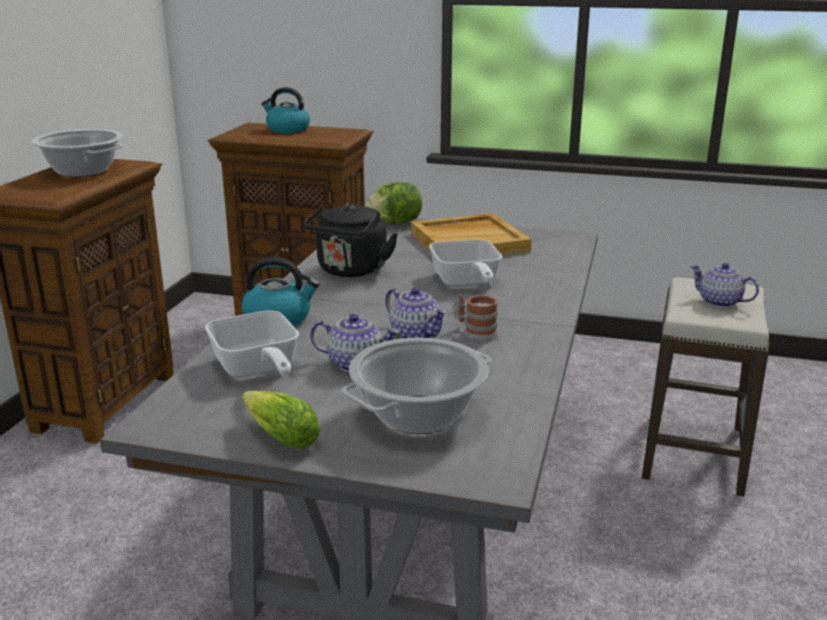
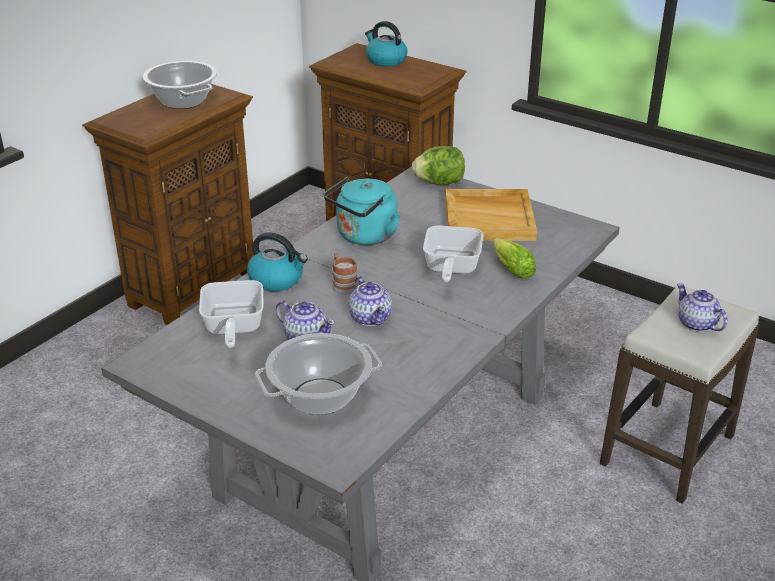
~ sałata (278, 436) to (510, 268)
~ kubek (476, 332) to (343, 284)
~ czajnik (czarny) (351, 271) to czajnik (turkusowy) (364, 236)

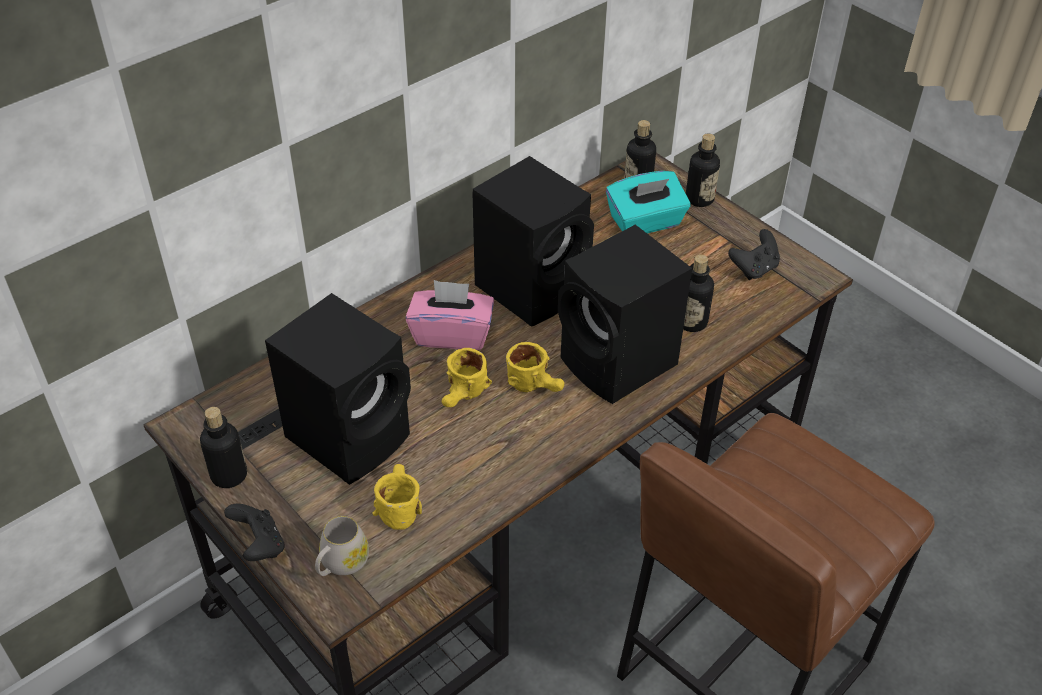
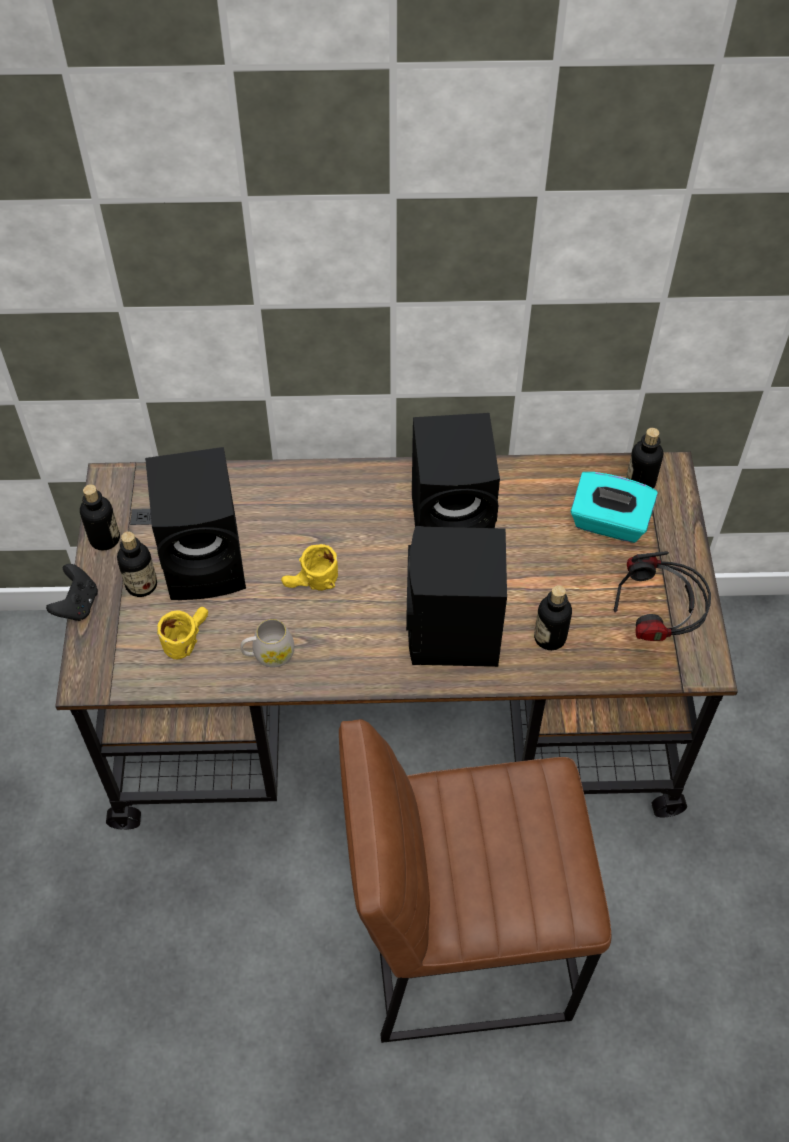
- pudełko chusteczek (różowy) (452, 334)
- kubek (żółty) (537, 385)
~ kubek (biały) (341, 564) to (268, 655)
~ butelka (699, 199) to (141, 585)
~ pad do gier (czarny) (754, 269) to słuchawki (657, 625)

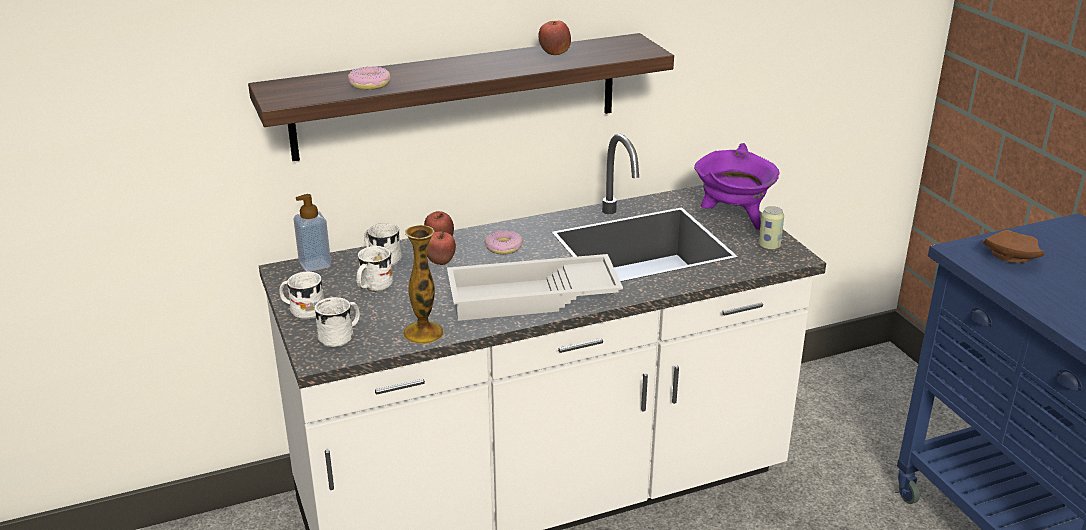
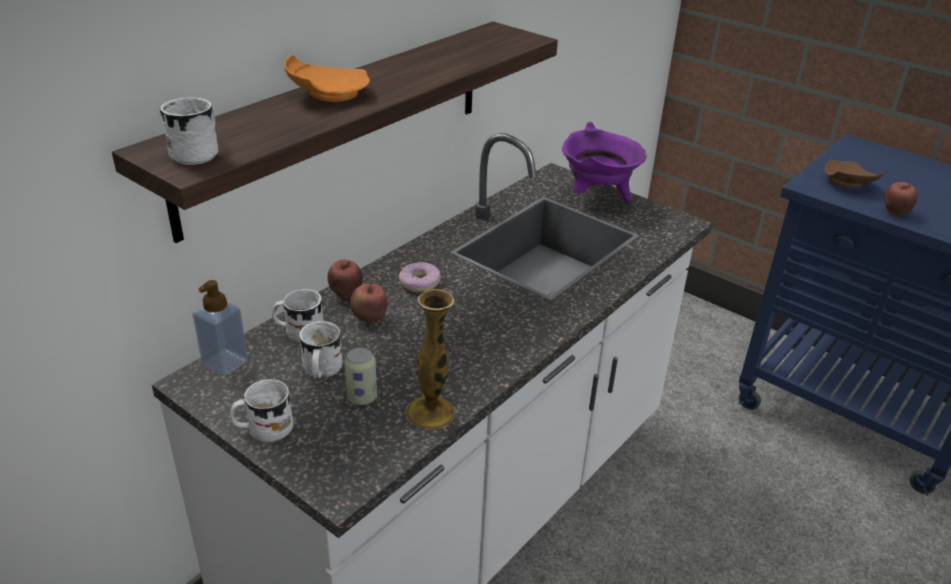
- donut (369, 84)
- taca (biały) (532, 298)
+ talerz (pomarańczowy) (327, 94)
~ kubek (biały) (341, 336) to (200, 152)
~ jabłko (554, 54) to (895, 212)
~ puszka (769, 246) to (362, 398)

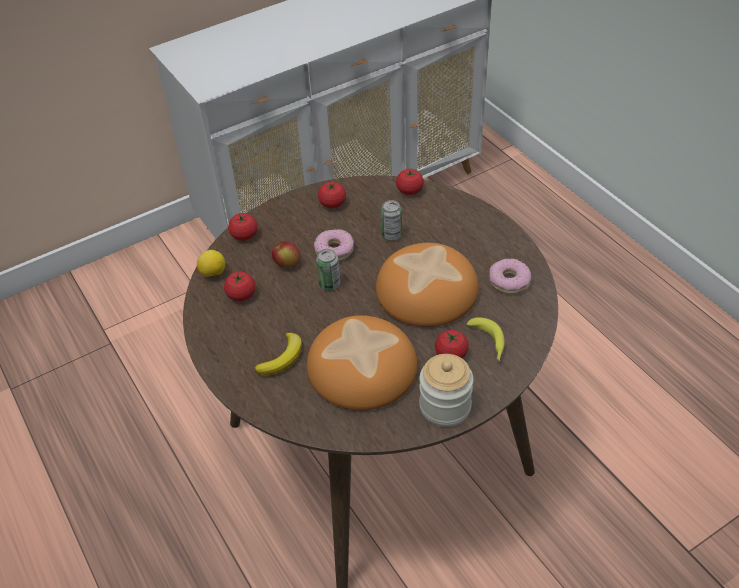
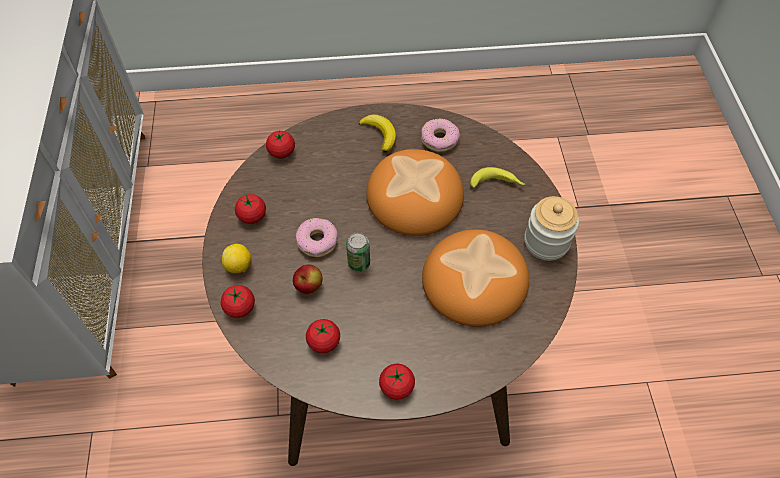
- puszka (391, 235)
~ cytryna (213, 273) to (239, 266)
~ banan (282, 358) to (380, 134)
~ pomidor (451, 354) to (396, 386)

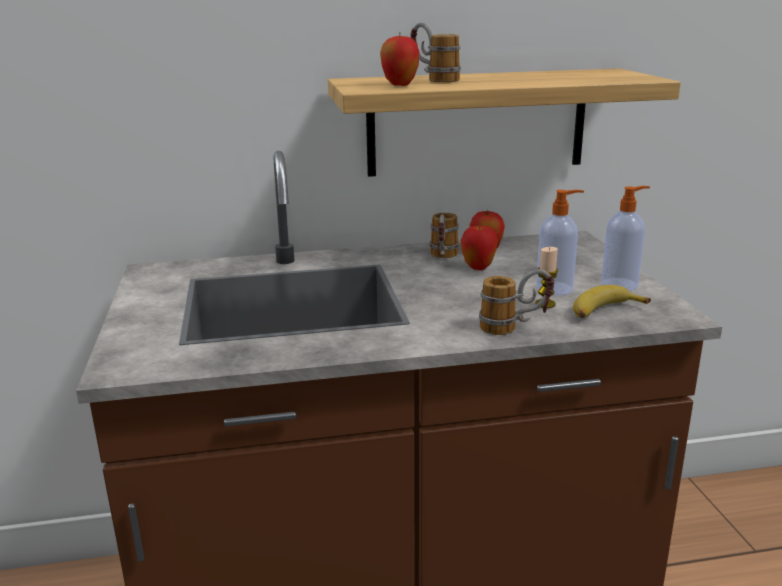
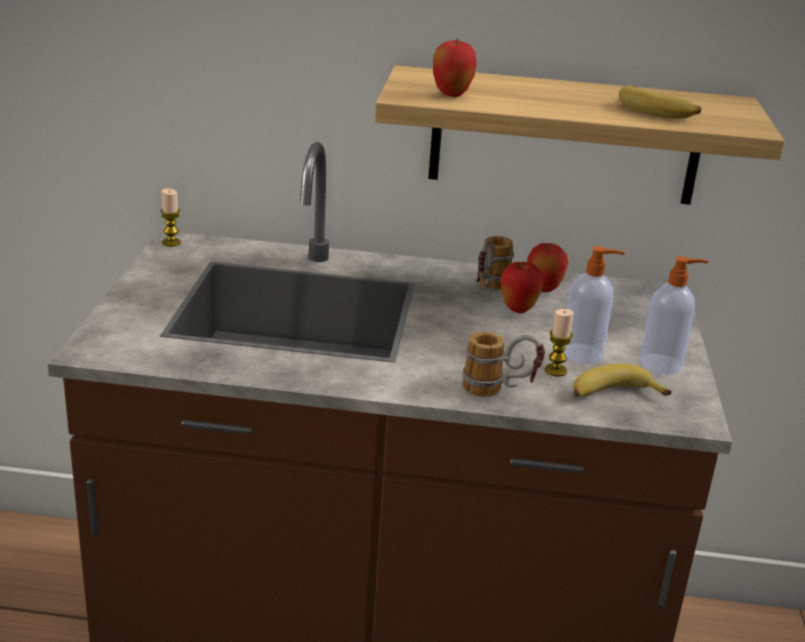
- kubek (433, 79)
+ świeca (171, 243)
+ banan (657, 111)

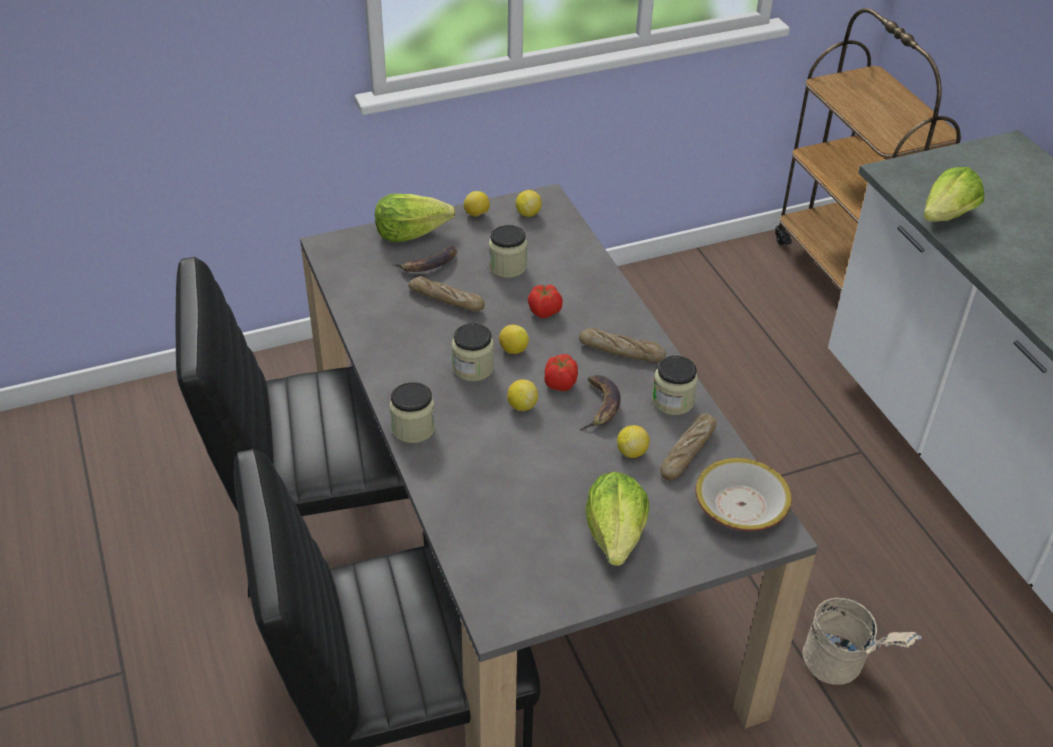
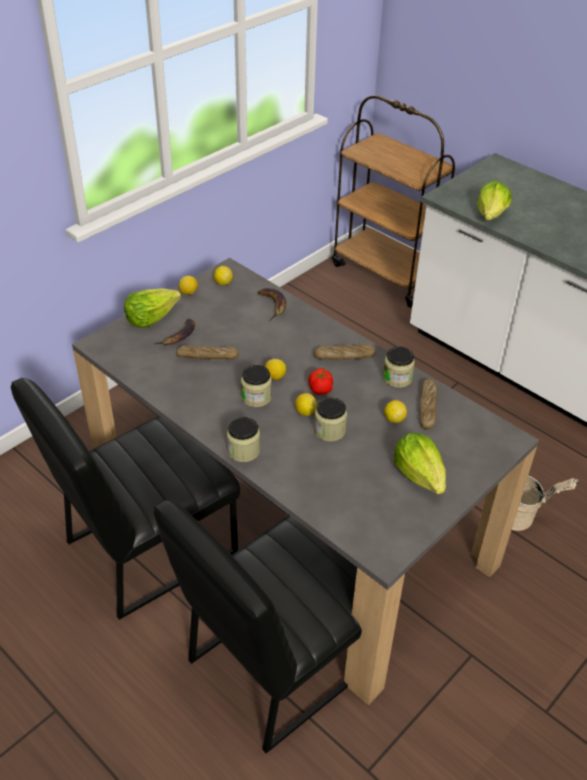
- pomidor (545, 312)
- miska (741, 505)
~ słoik (507, 267) to (329, 431)
~ banan (600, 406) to (272, 305)

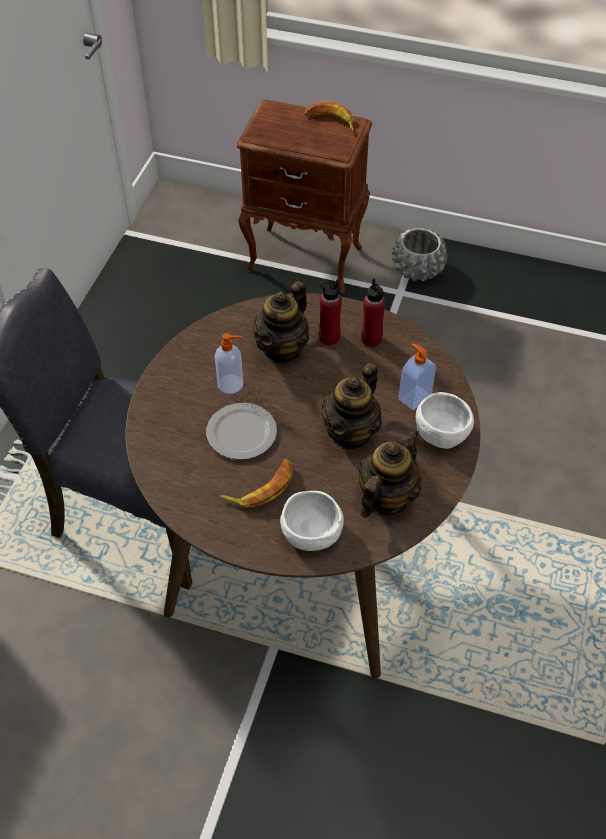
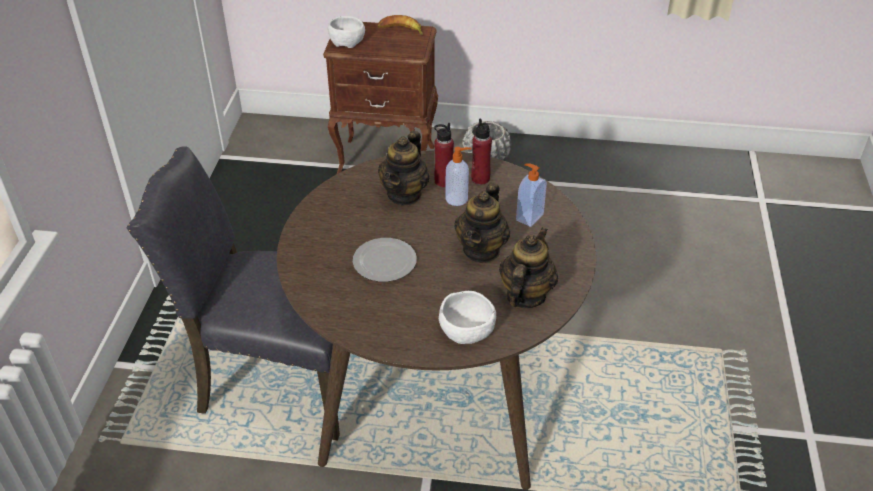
- banan (262, 487)
~ dozownik mydła (231, 384) to (457, 199)
~ miska (biały) (441, 430) to (347, 41)

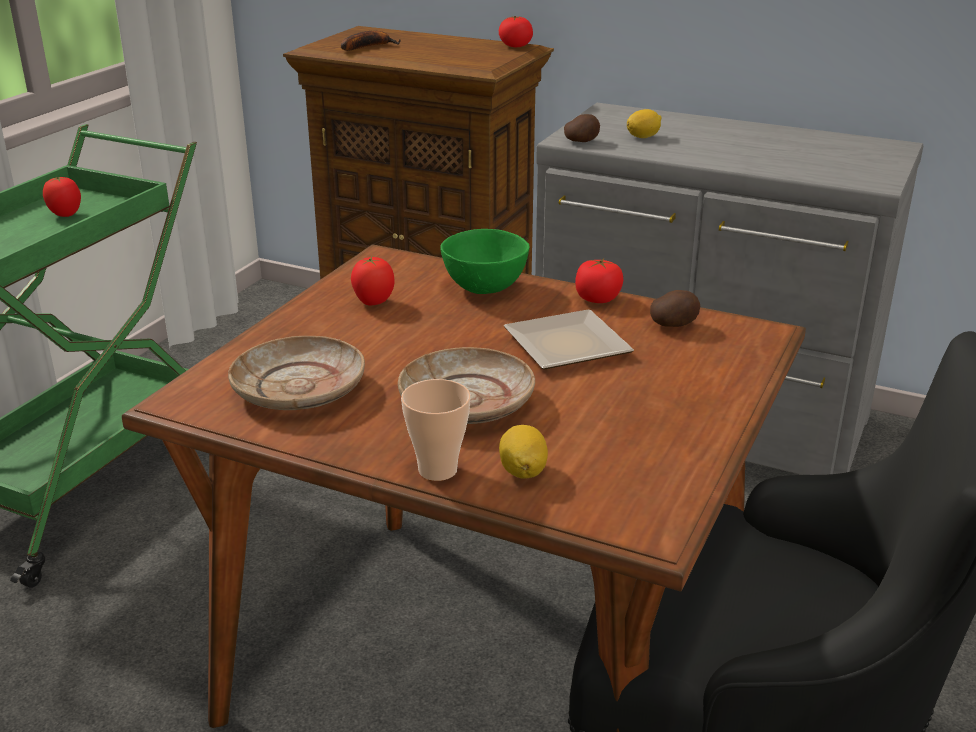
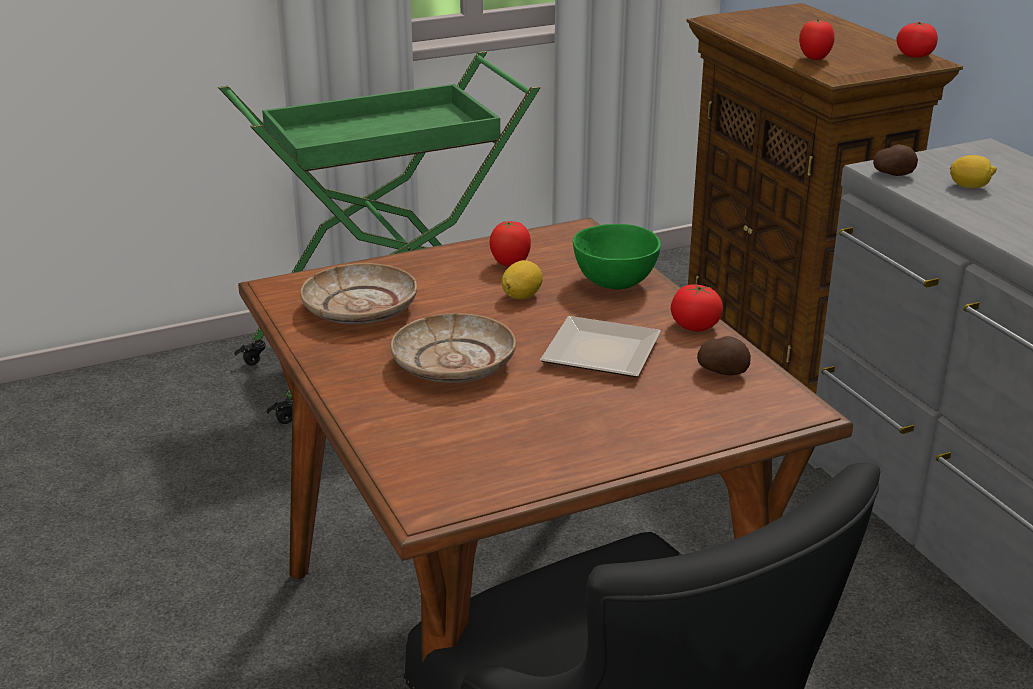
- banan (368, 47)
- filiżanka (437, 470)
~ pomidor (66, 215) to (814, 59)
~ cytryna (523, 471) to (522, 296)

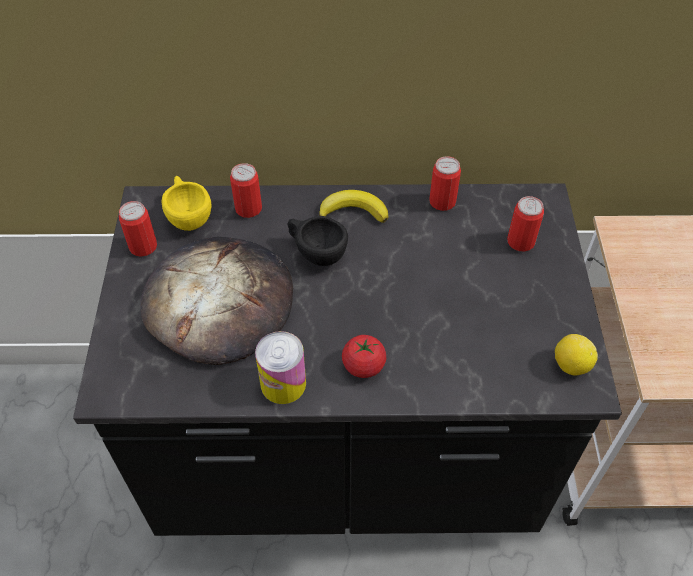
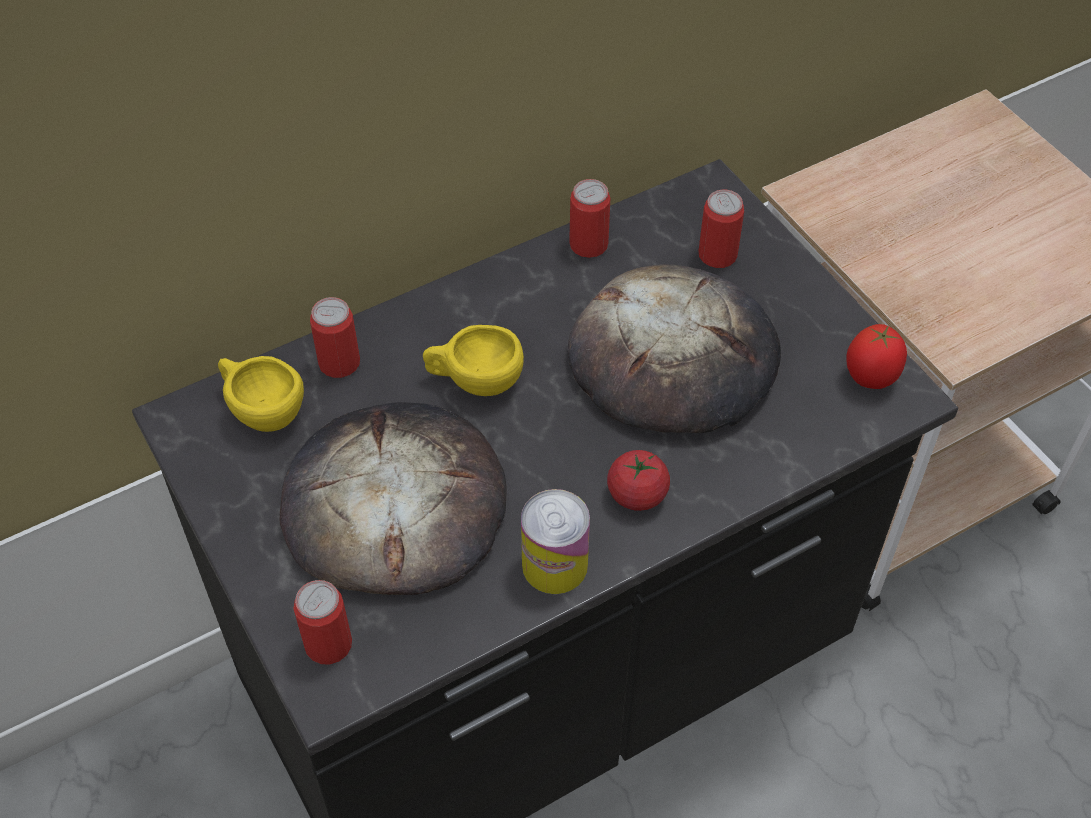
- banan (353, 211)
+ chleb (674, 359)
~ puszka (143, 246) to (328, 644)
~ cytryna (570, 365) to pomidor (870, 378)
~ filiżanka (czarny) (316, 252) to filiżanka (żółty) (474, 381)

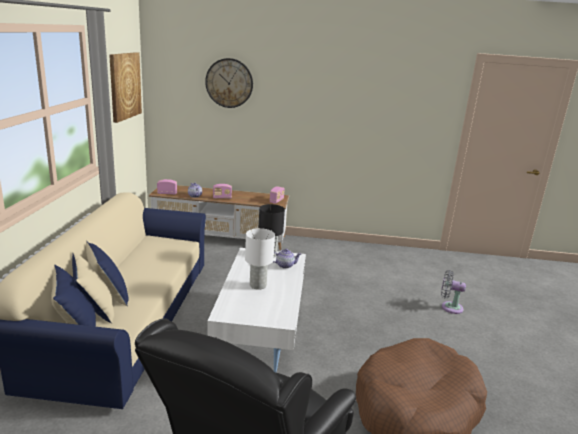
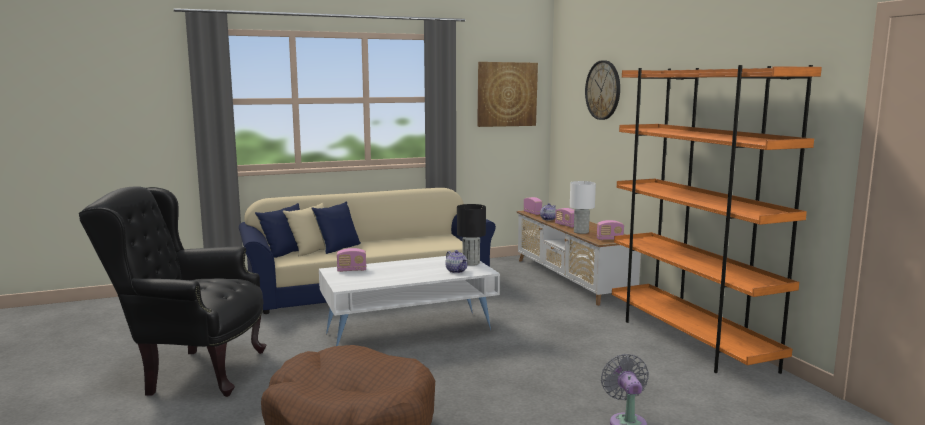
+ radio (351, 270)
+ regał (pomarańczowy) (689, 341)
~ lampa stołowa (biały) (258, 285) to (581, 232)

